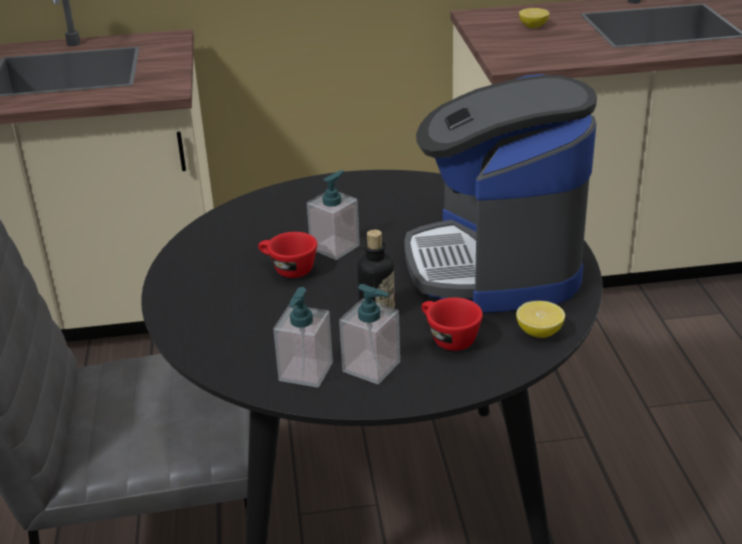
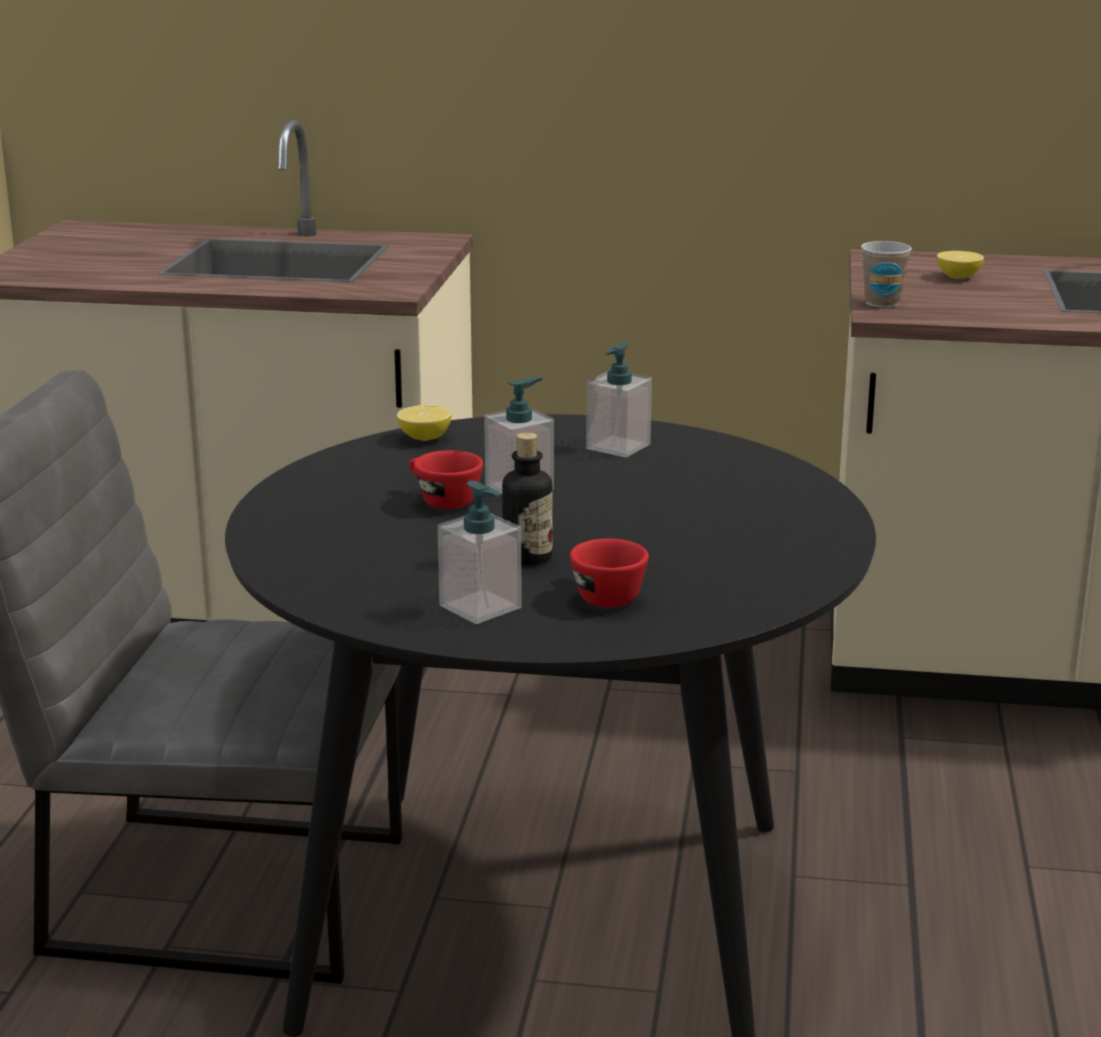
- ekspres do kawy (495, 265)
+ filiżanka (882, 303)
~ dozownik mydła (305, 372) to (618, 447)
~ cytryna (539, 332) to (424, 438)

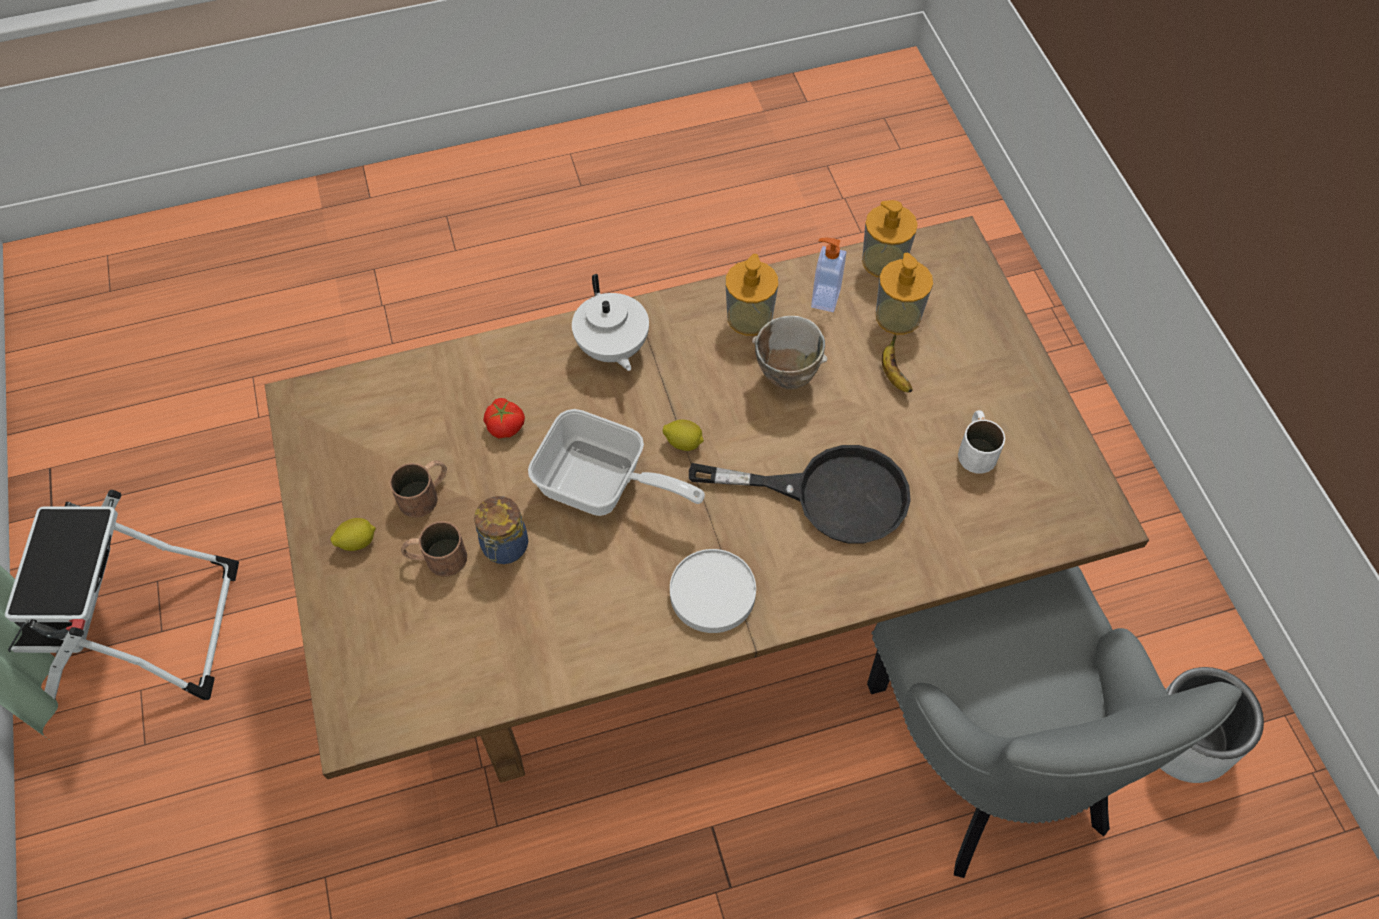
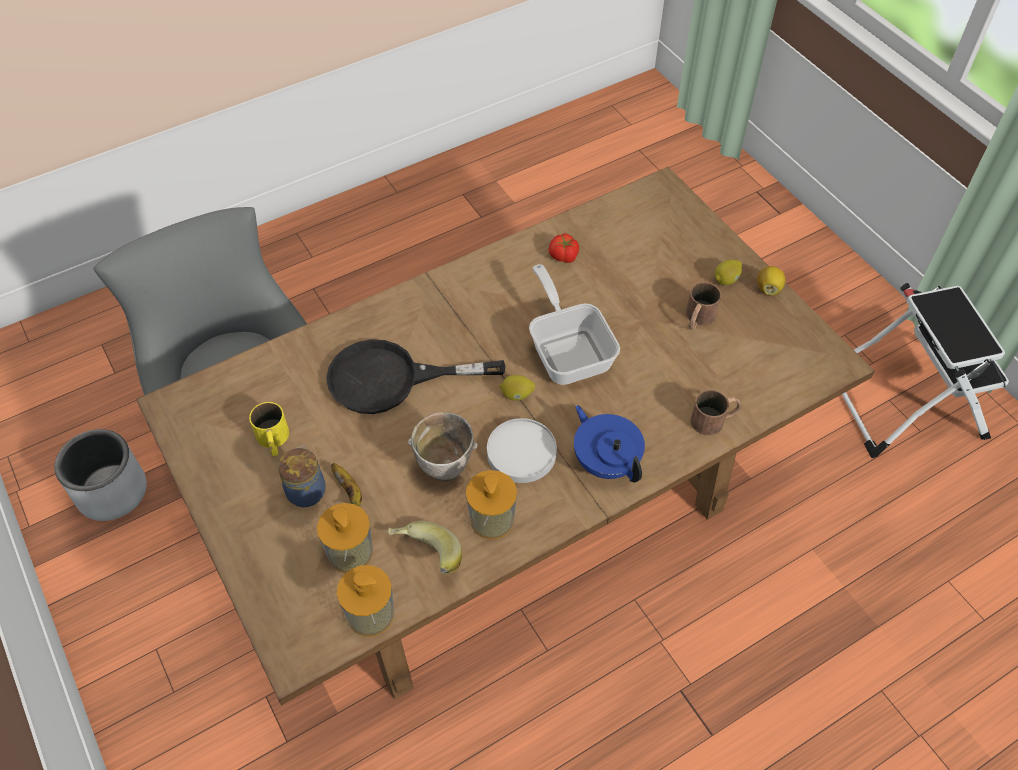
+ cytryna (768, 288)
~ kubek (brązowy) (436, 558) to (714, 419)
~ słoik (504, 547) to (306, 490)
~ pomidor (506, 425) to (563, 256)
~ talerz (biały) (712, 593) to (522, 452)
~ dozownik mydła (824, 297) to banan (425, 557)
~ imbryk (biały) (612, 348) to imbryk (niebieski) (606, 461)
~ kubek (biały) (976, 448) to kubek (żółty) (273, 441)
~ patelnia (602, 486) = (568, 350) 60 degrees clockwise

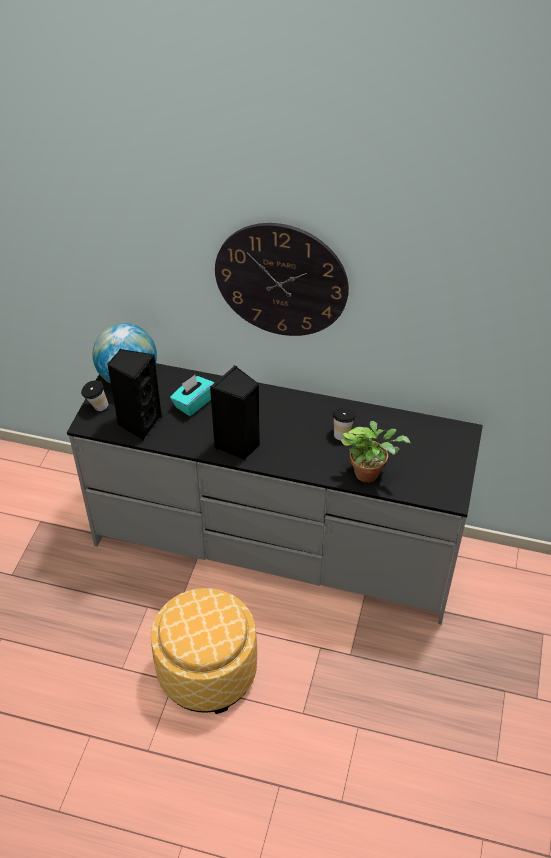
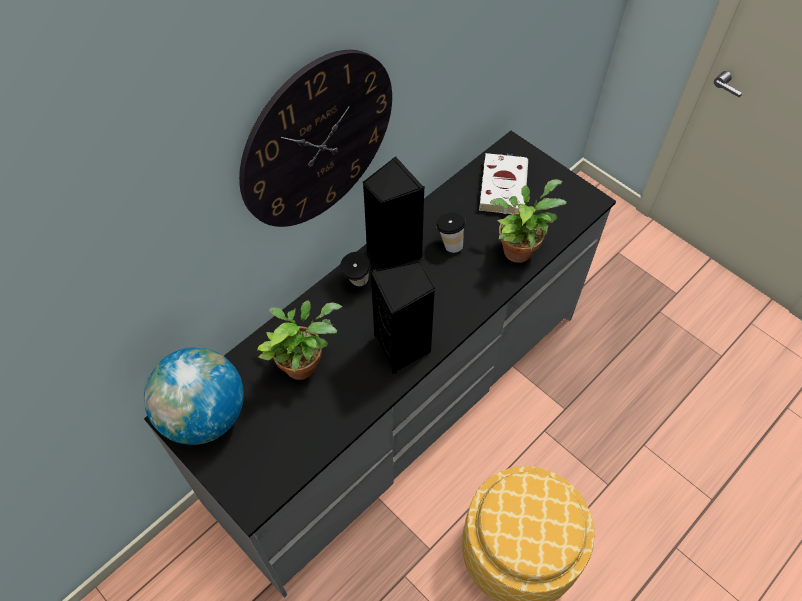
+ książka (biały) (503, 185)
~ filiżanka (96, 407) to (357, 284)
~ głośnik (czarny) (139, 424) to (392, 252)
~ pudełko chusteczek (turkusowy) (193, 403) to roślina doniczkowa (303, 362)

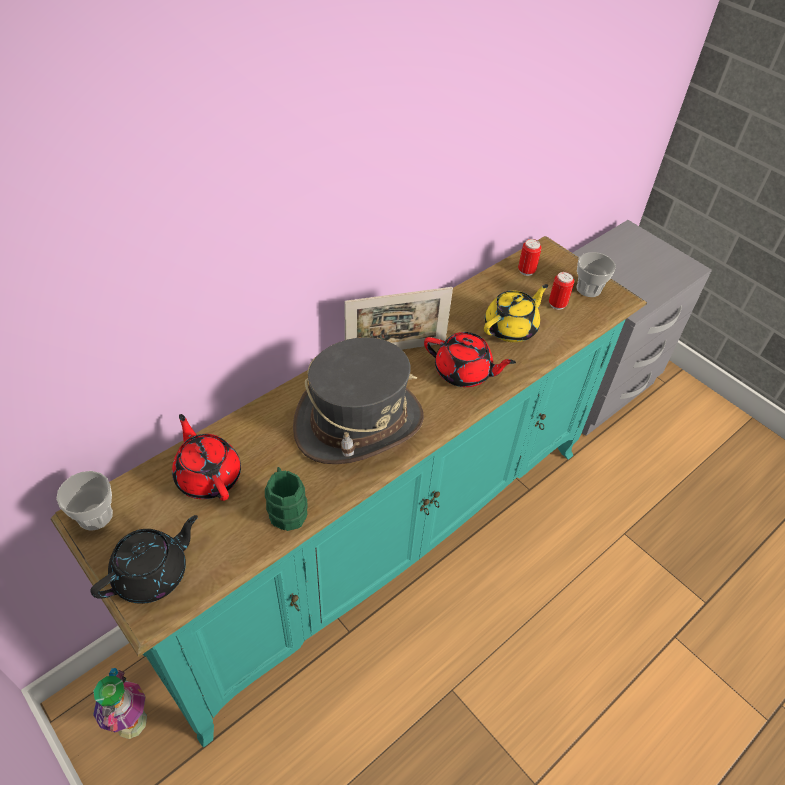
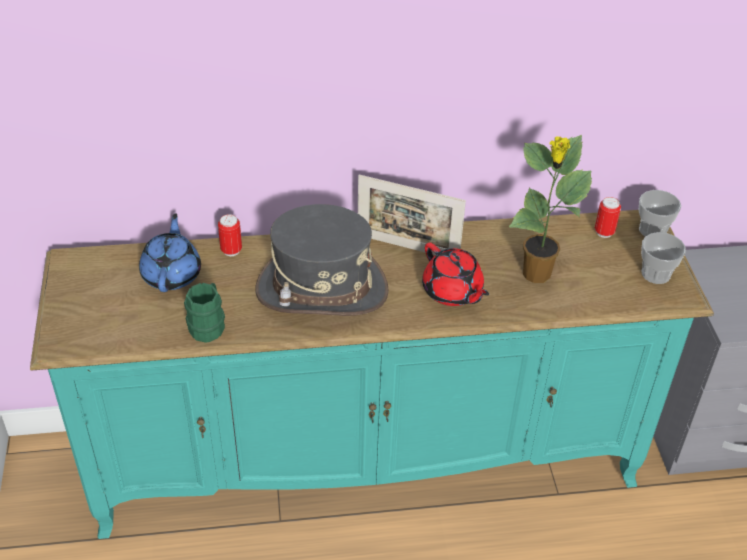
- imbryk (czarny) (153, 574)
- wazon (130, 722)
~ filiżanka (95, 516) to (652, 230)
~ puszka (557, 304) to (231, 250)
~ imbryk (żółty) (511, 328) to roślina doniczkowa (536, 275)
~ imbryk (czerwony) (208, 476) to imbryk (niebieski) (172, 274)

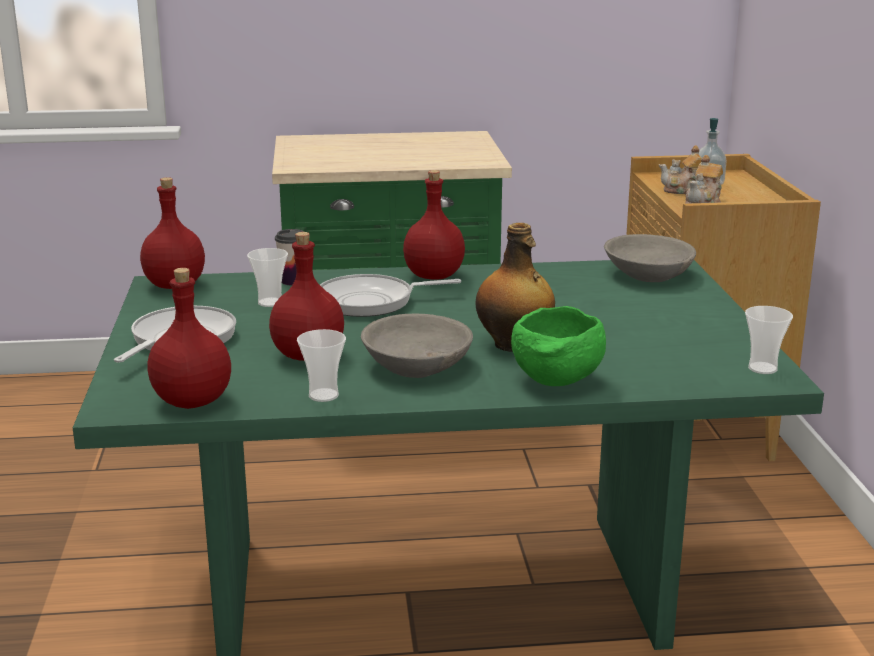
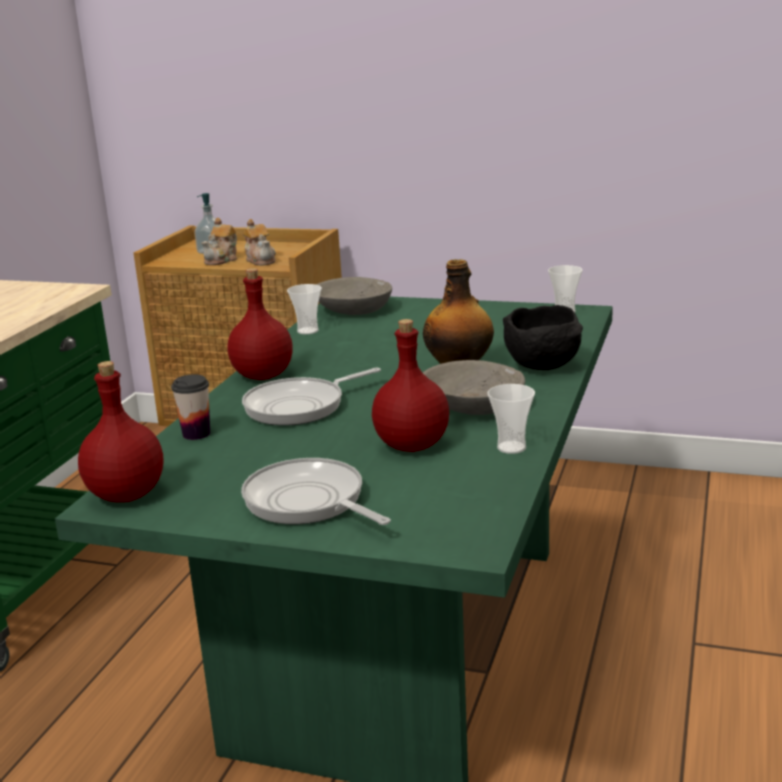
- butelka (czerwony) (192, 402)
~ filiżanka (270, 302) to (308, 331)
~ miska (zielony) (557, 382) to miska (czarny) (544, 366)
~ patelnia (371, 302) = (300, 406) 45 degrees clockwise

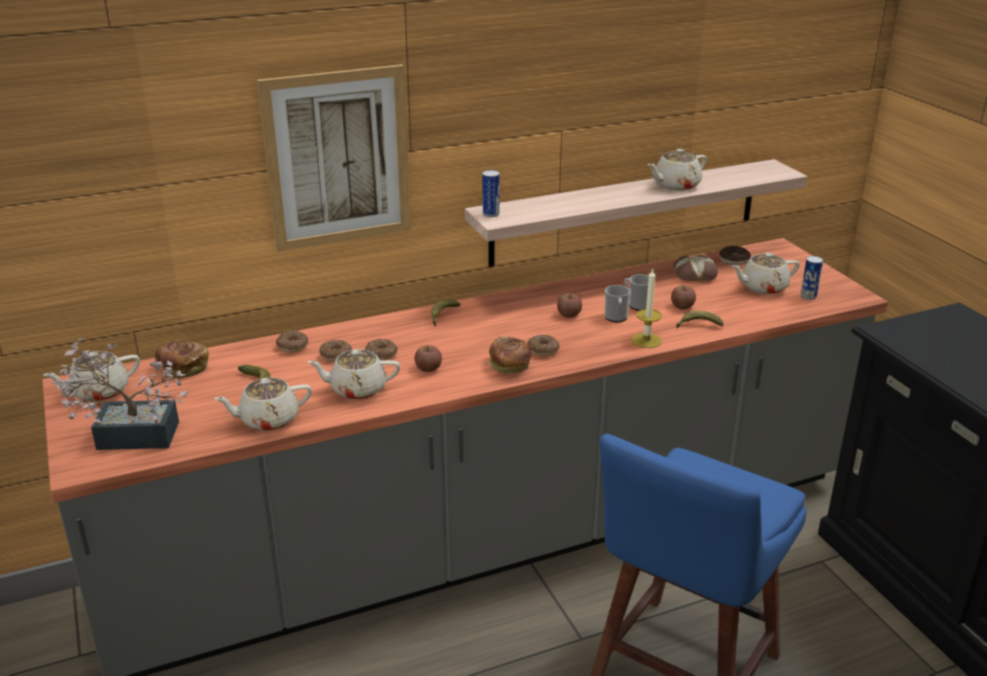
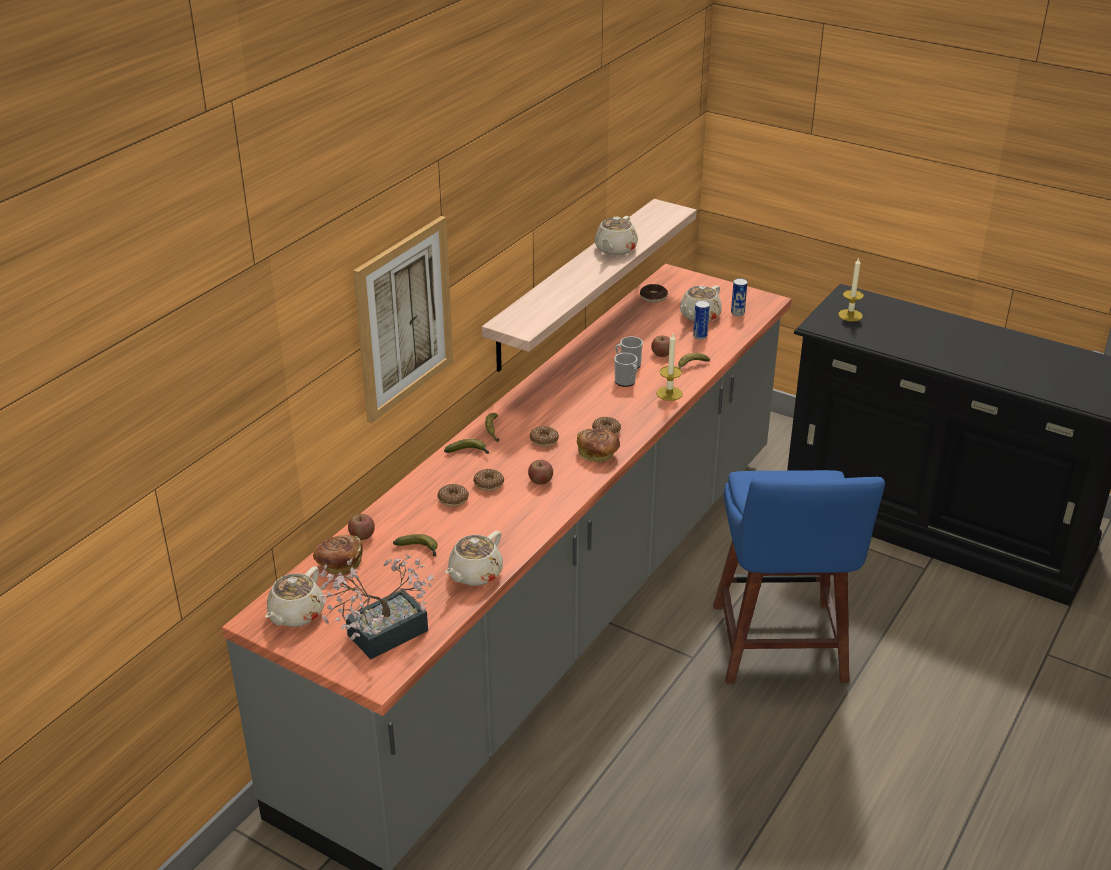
- imbryk (beżowy) (357, 389)
- chleb (694, 274)
+ banan (469, 452)
+ świeca (850, 315)
~ donut (292, 346) to (544, 440)
~ puszka (491, 214) to (700, 336)
~ jabłko (569, 314) to (362, 535)

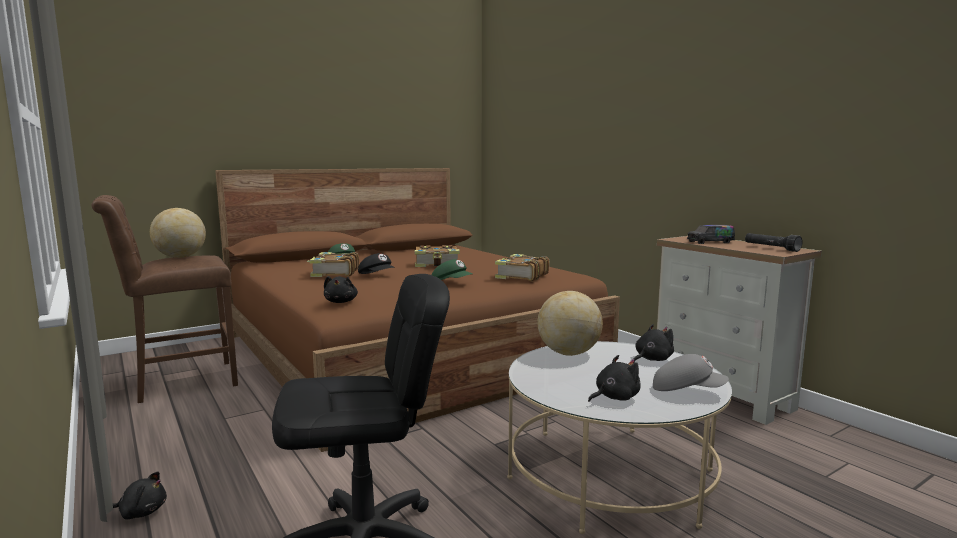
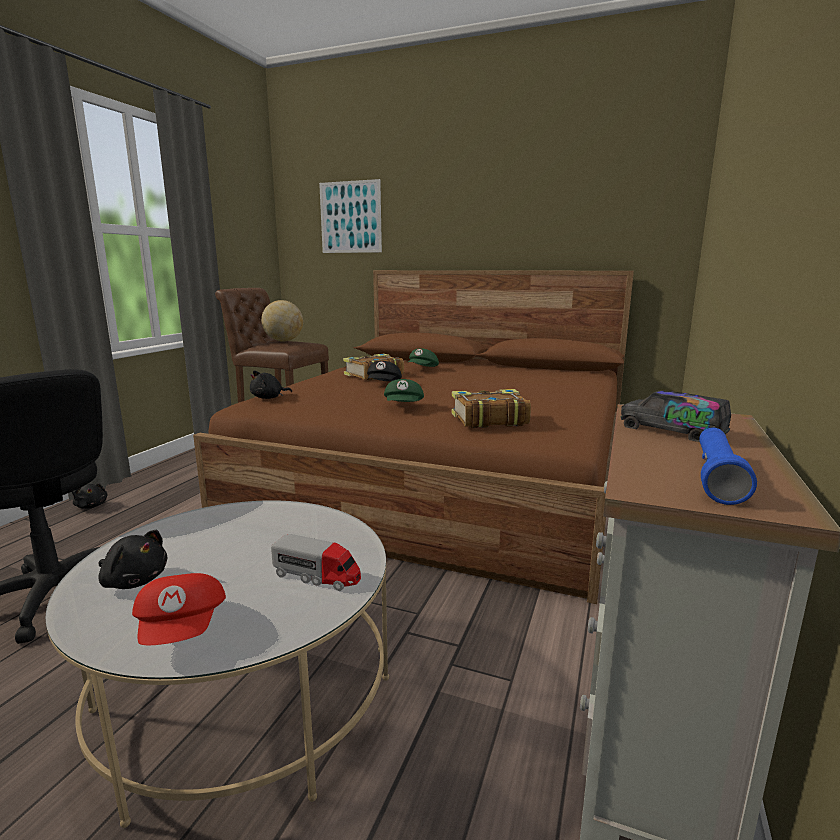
- książka (437, 264)
- globus (568, 353)
+ obraz (350, 217)
~ pluszak (czarny) (652, 359) to ciężarówka zabawkowa (318, 576)
~ czapka z daszkiem (szary) (687, 390) to czapka z daszkiem (czerwony) (183, 629)
~ latarka (czarny) (771, 248) to latarka (niebieski) (716, 477)

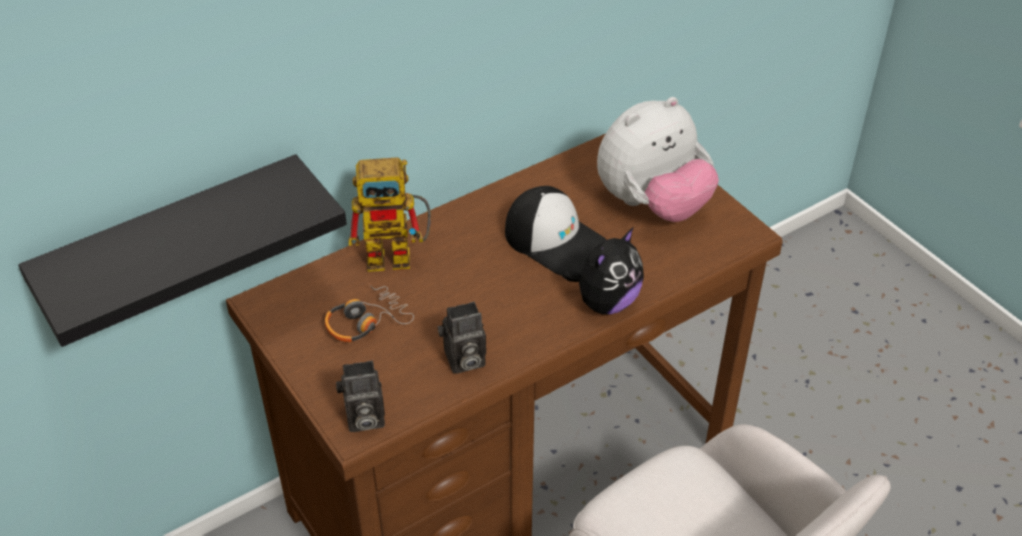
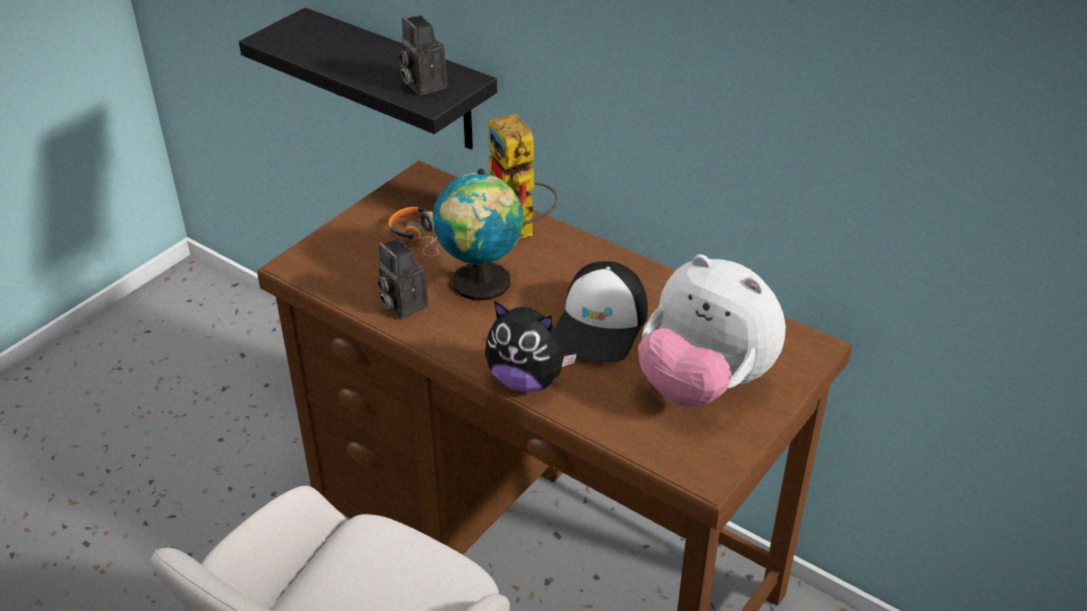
+ globus (481, 285)
~ aparat fotograficzny (363, 419) to (422, 84)

